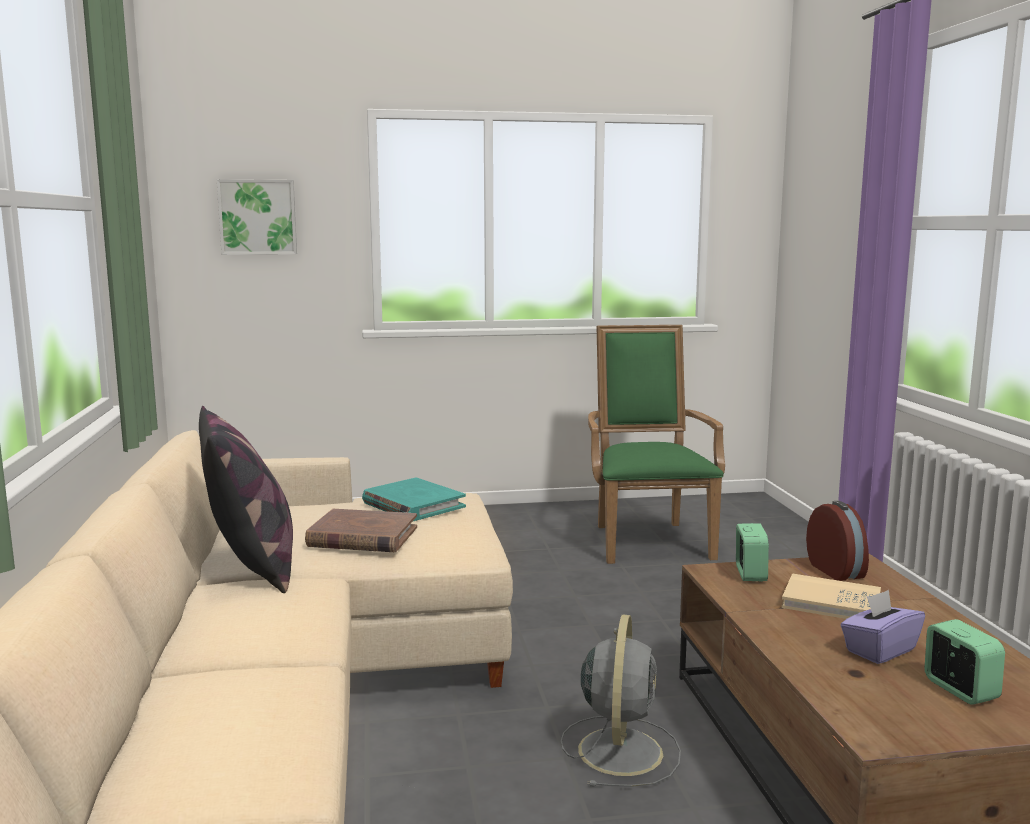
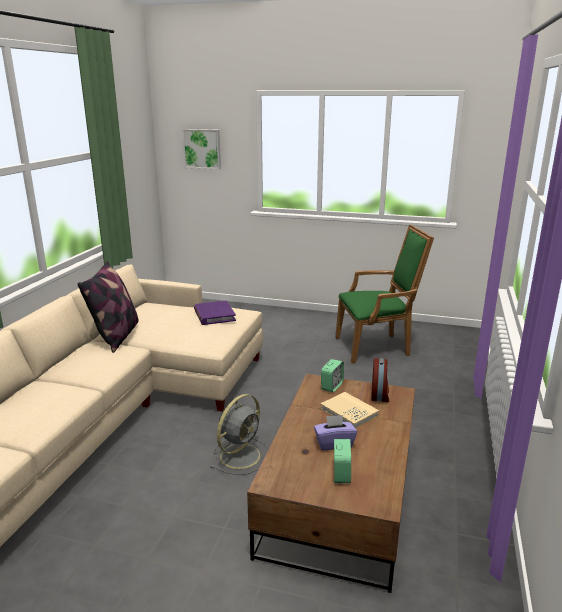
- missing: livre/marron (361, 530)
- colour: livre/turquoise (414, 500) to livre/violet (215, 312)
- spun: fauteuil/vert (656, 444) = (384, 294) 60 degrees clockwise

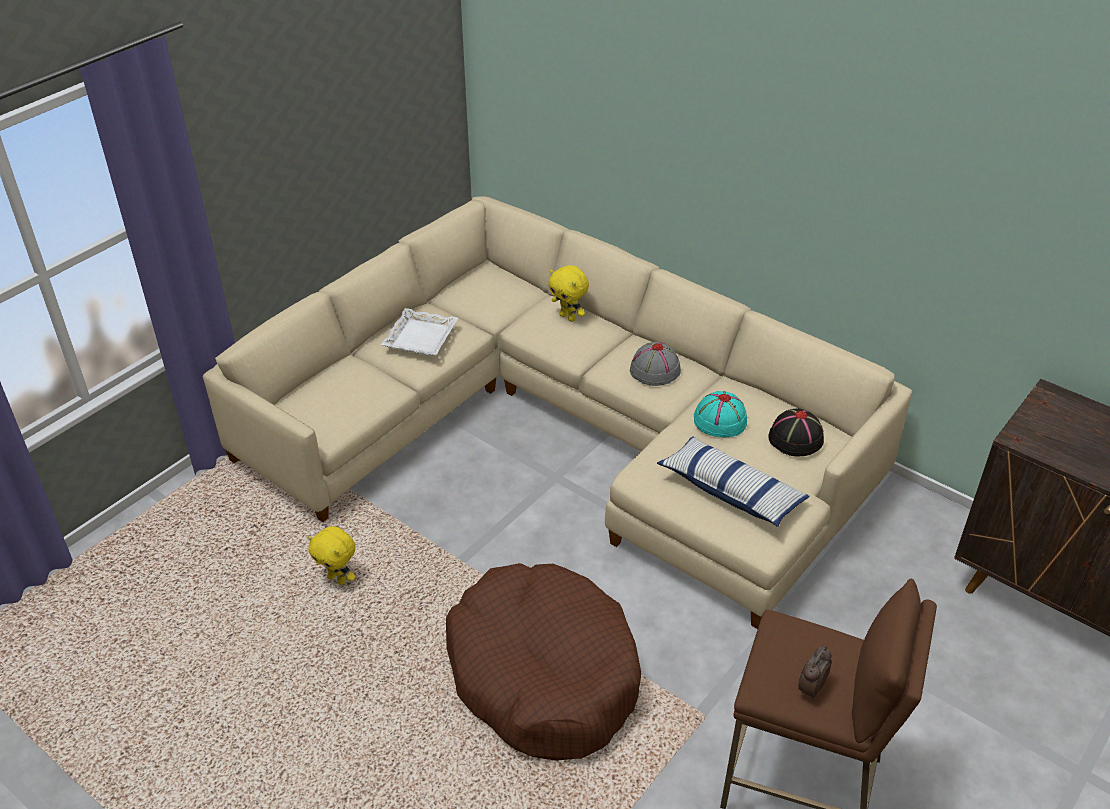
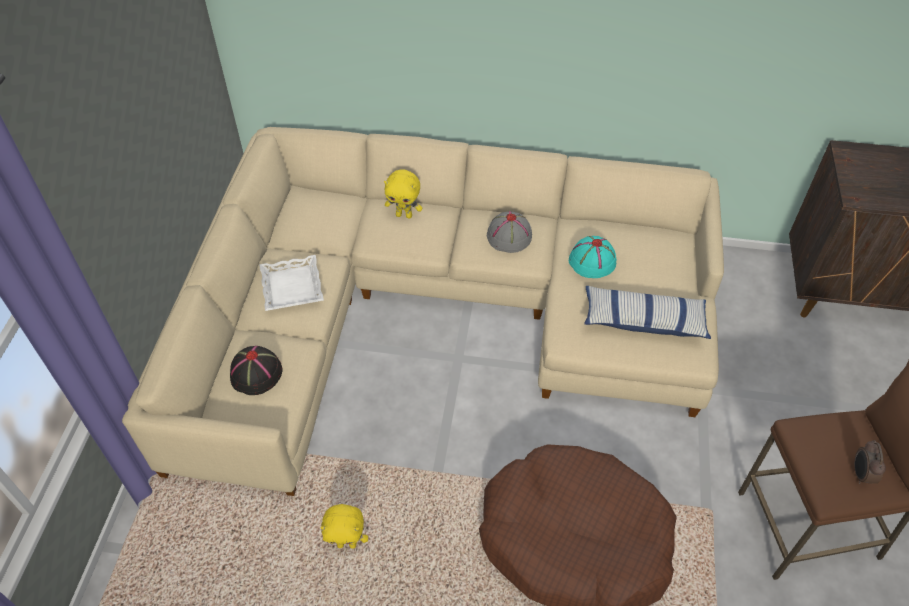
- relocated: chapeau/noir (796, 432) to (256, 370)

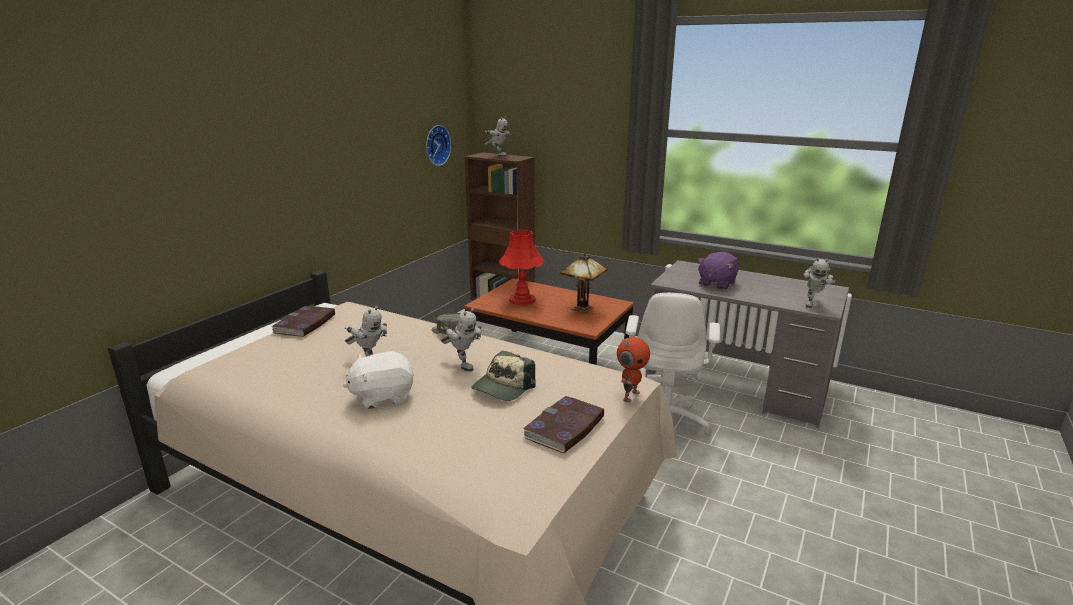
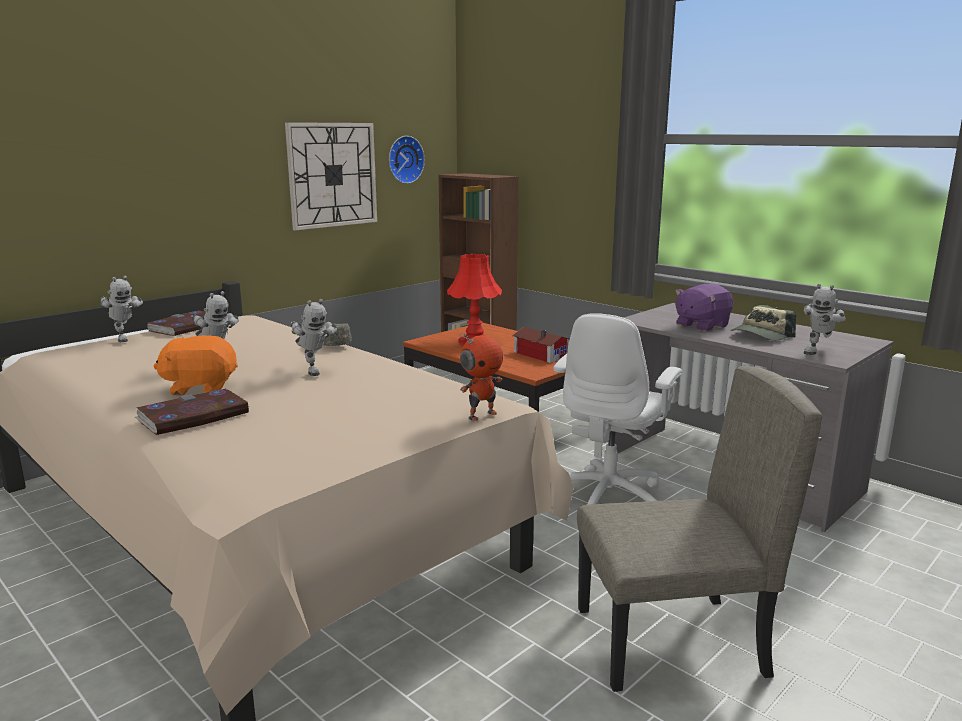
- appeared: horloge murale (331, 176)
- appeared: chaise/beige (699, 529)
- relocated: casquette (503, 376) to (763, 323)
- relocated: robot jouet (496, 136) to (121, 309)
- relocated: livre (563, 425) to (192, 412)
- exchanged: lampe de table (584, 283) to maison miniature (541, 345)
- colour: peluche/blanc (378, 380) to peluche/orange (195, 365)

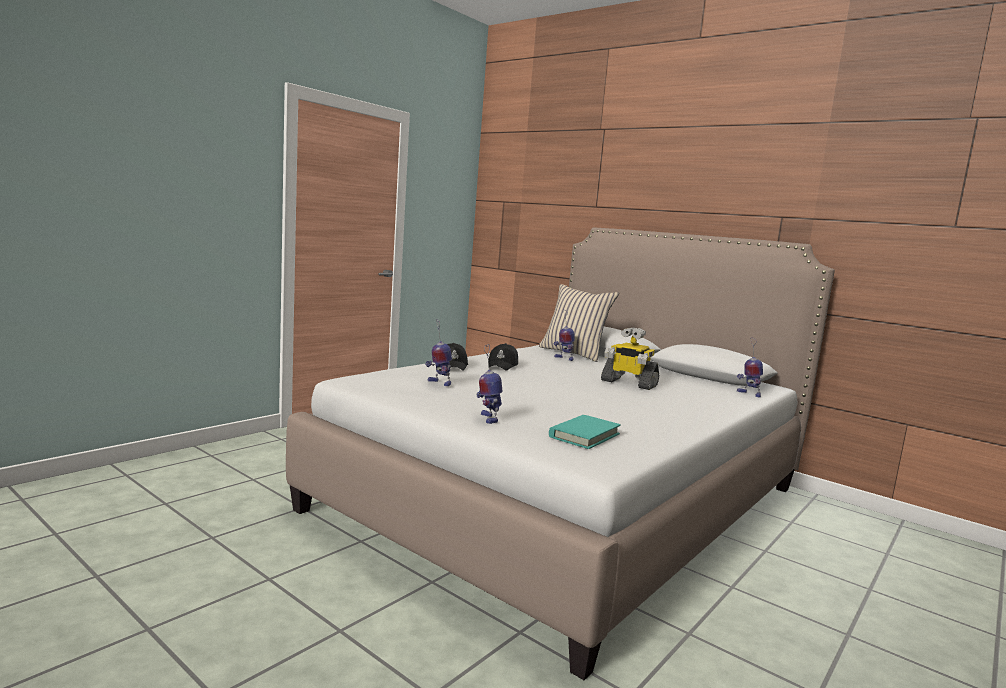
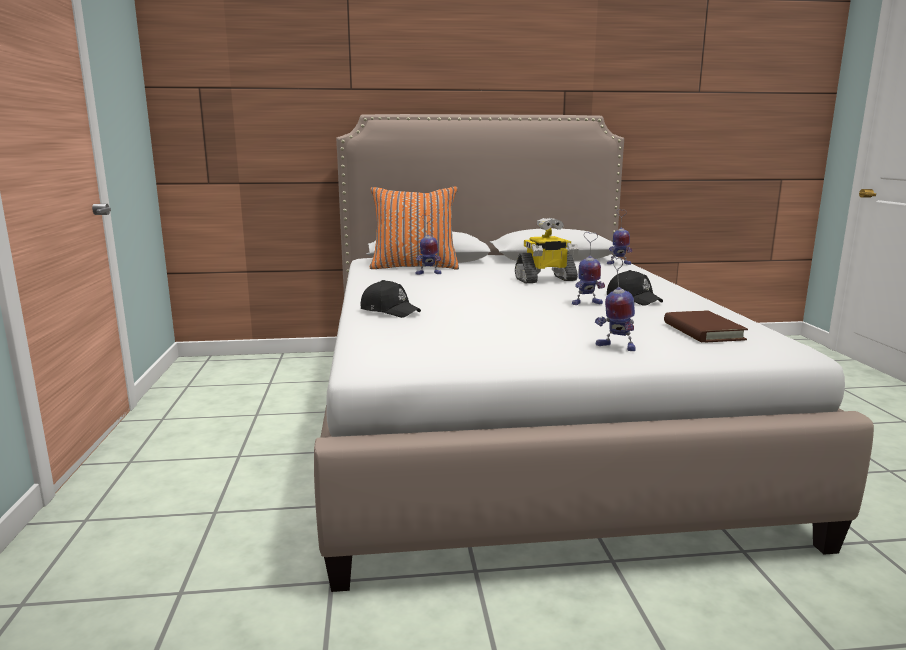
- relocated: robot jouet (438, 353) to (588, 268)
- relocated: casquette/noir (503, 356) to (635, 287)
- colour: coussin/beige (579, 323) to coussin/orange (414, 228)
- colour: livre/turquoise (585, 432) to livre/marron (706, 326)

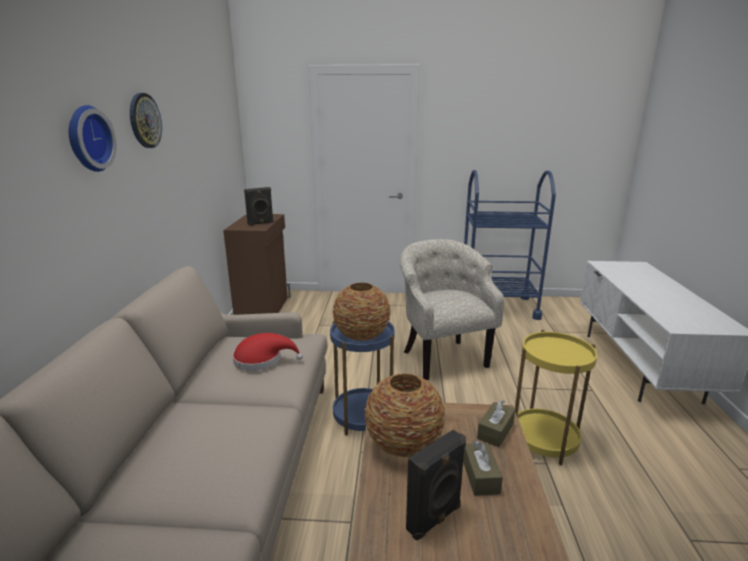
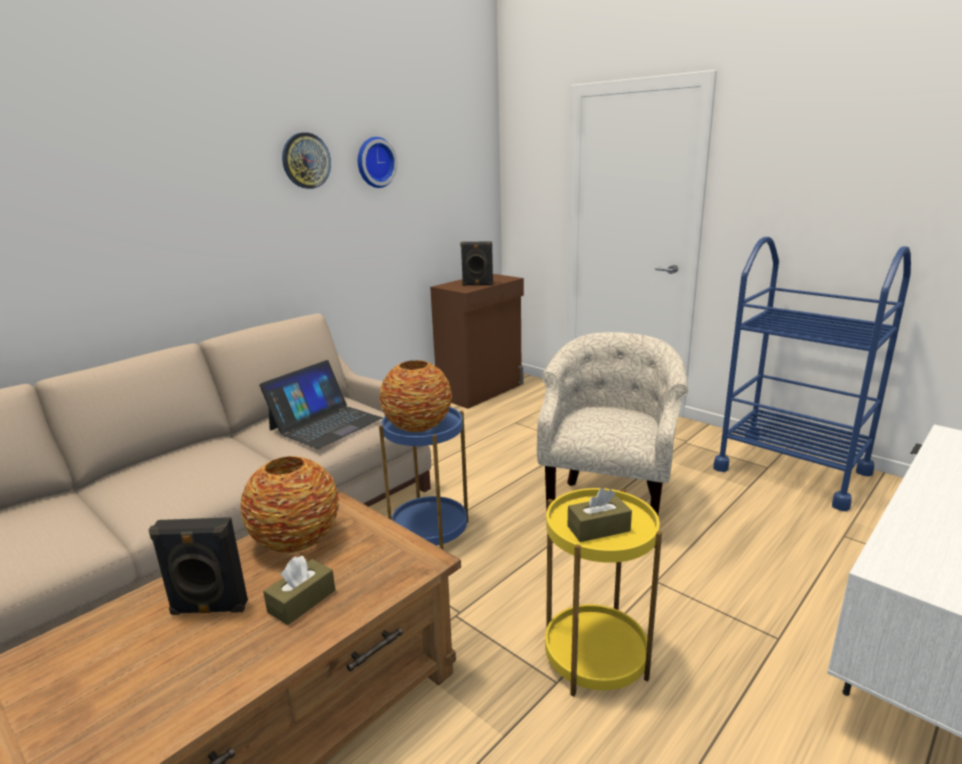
- relocated: horloge murale (93, 138) to (378, 162)
- relocated: boîte à mouchoirs/marron (496, 423) to (600, 515)
- exchanged: chapeau/rouge (268, 352) to ordinateur portable (321, 404)

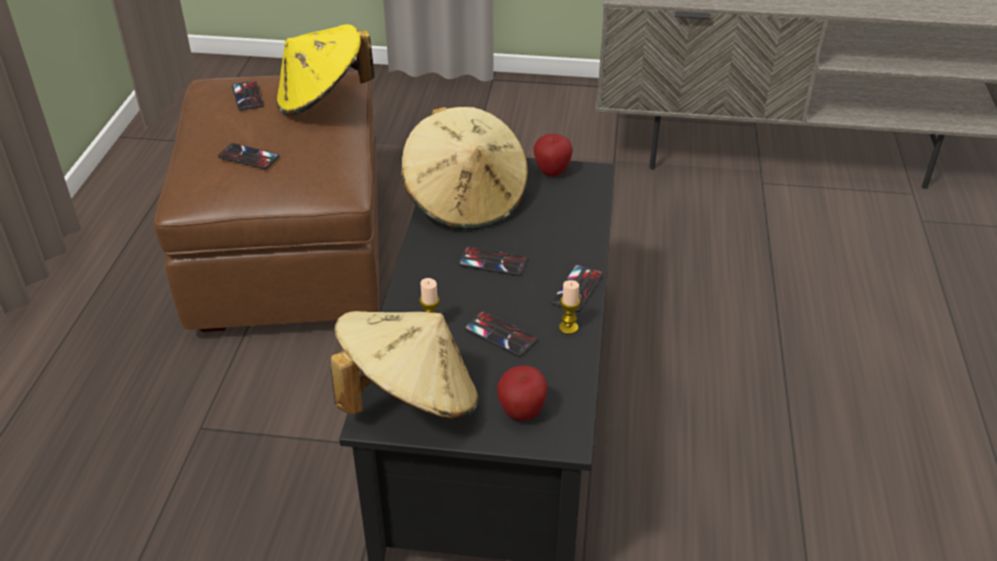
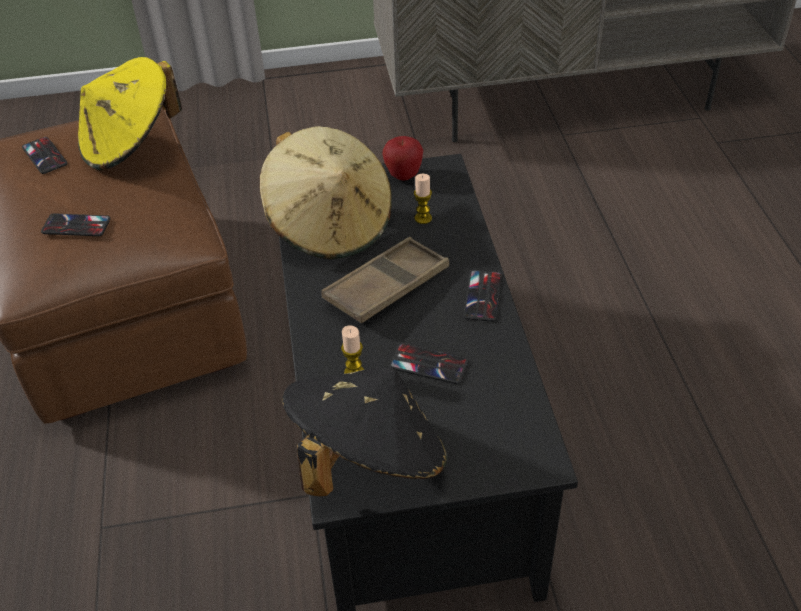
- missing: pomme (522, 393)
- relocated: bougie (569, 307) to (423, 199)
- exchanged: téléphone (493, 261) to plateau/marron (385, 280)
- colour: chapeau/beige (404, 365) to chapeau/noir (364, 431)

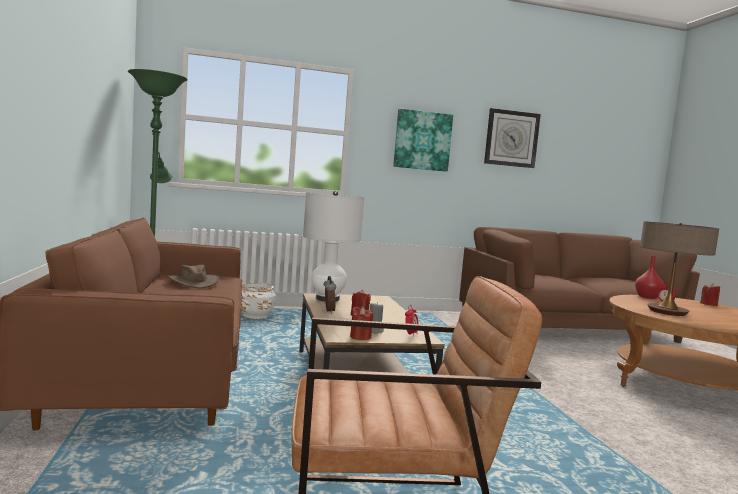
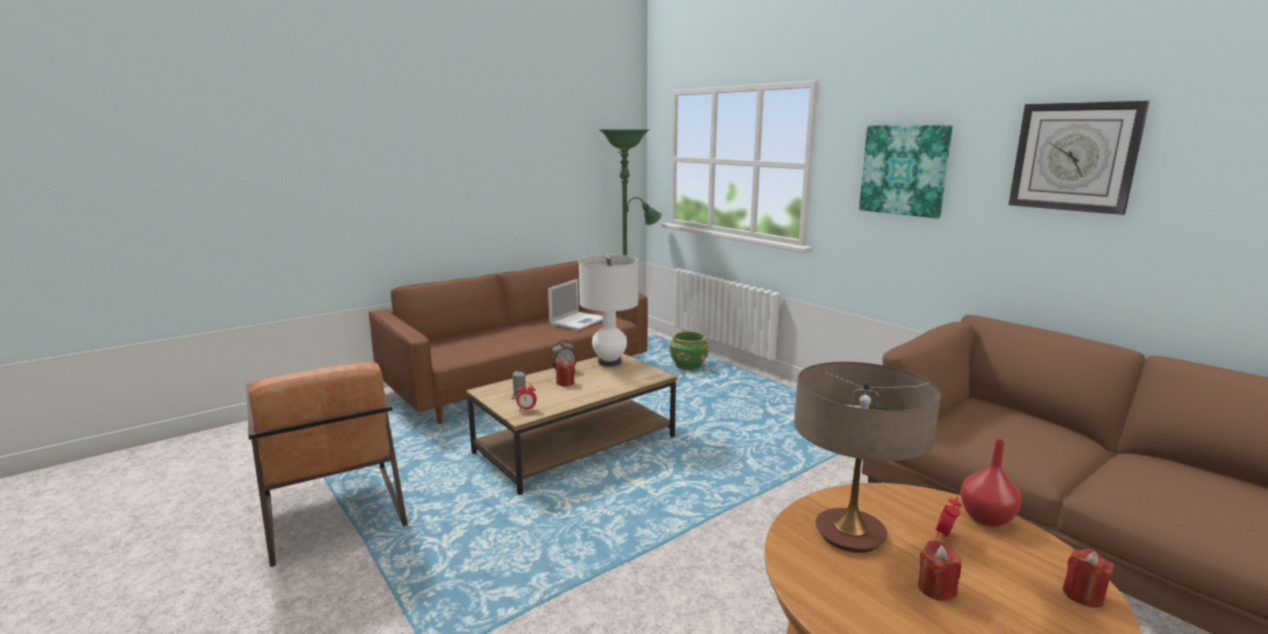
- relocated: bougie/rouge (361, 323) to (939, 570)
- exchanged: chapeau/marron (193, 276) to ordinateur portable (575, 304)
- colour: cache-pot/blanc (258, 301) to cache-pot/vert (688, 350)

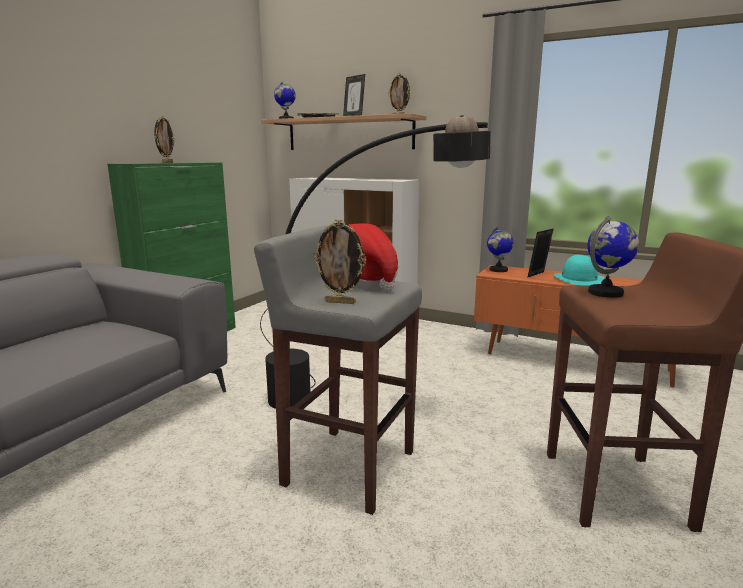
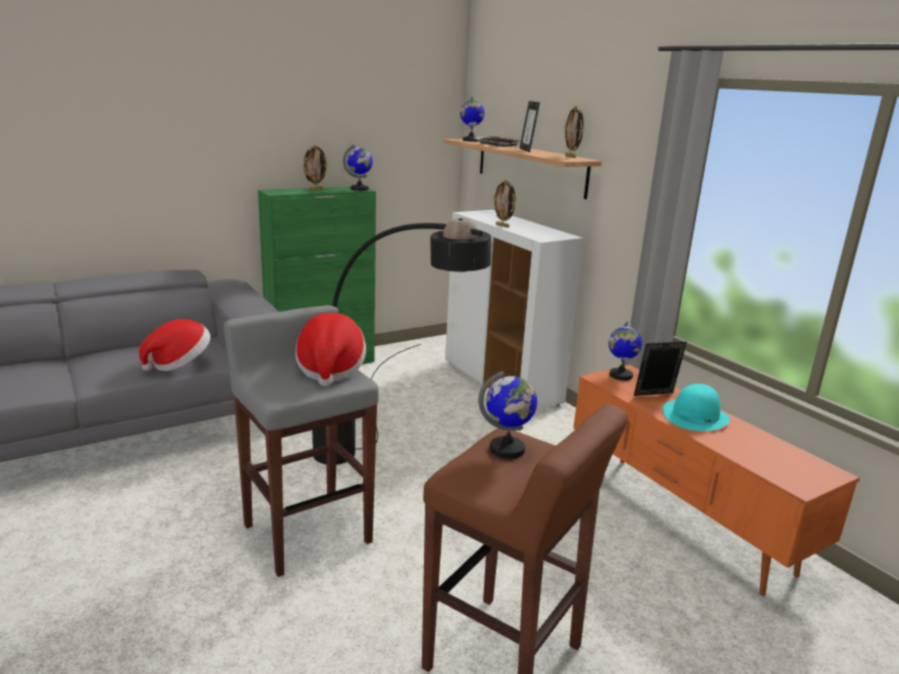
- appeared: chapeau (175, 345)
- appeared: globe (358, 167)
- relocated: cadre photo (339, 262) to (504, 203)

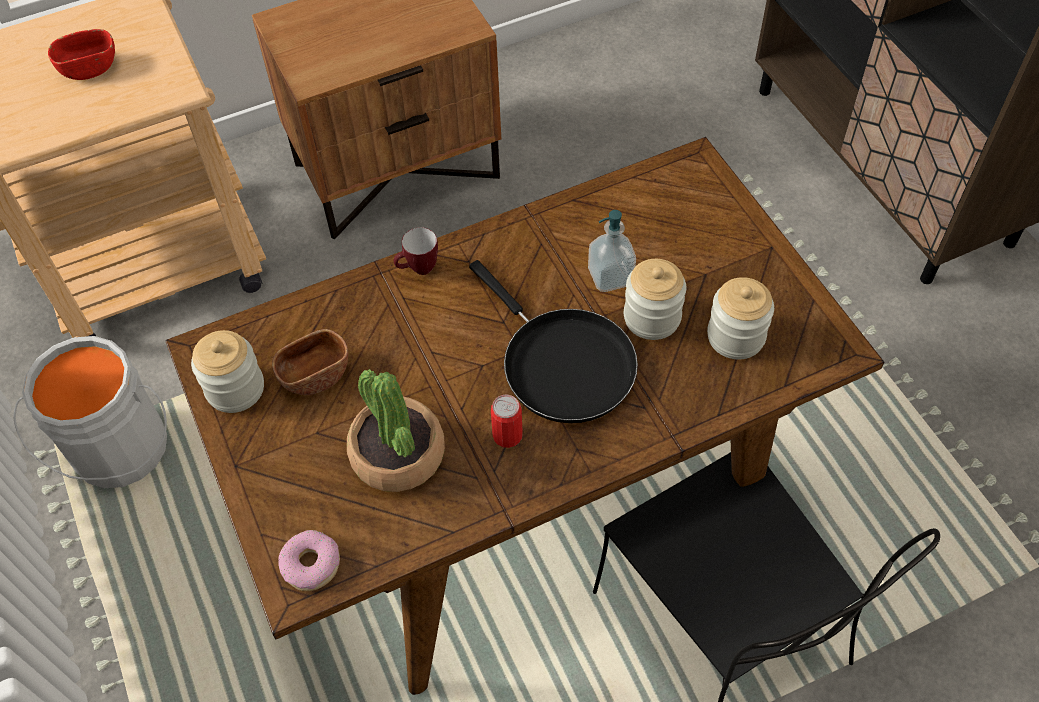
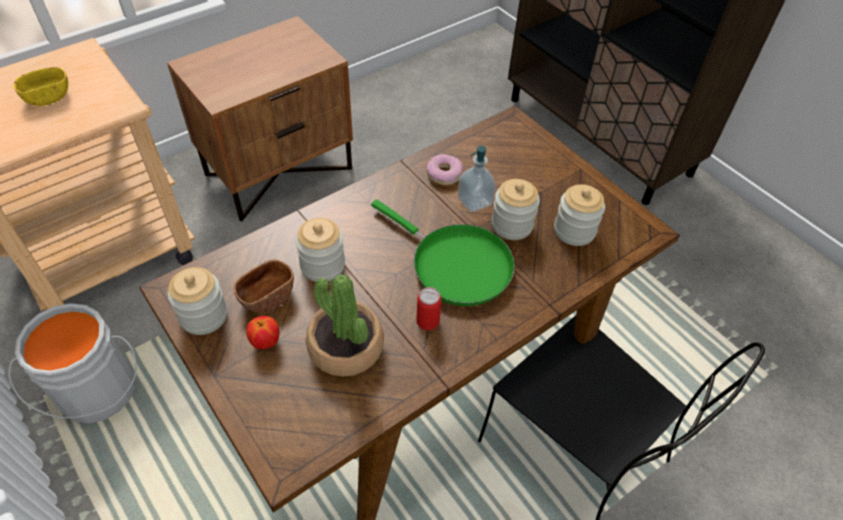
- missing: mug (416, 251)
- appeared: pomme (262, 332)
- appeared: bocal (320, 250)
- relocated: beignet (309, 560) to (445, 169)
- colour: bol/rouge (81, 54) to bol/jaune (40, 86)
- colour: poêle/noir (553, 341) to poêle/vert (443, 252)

